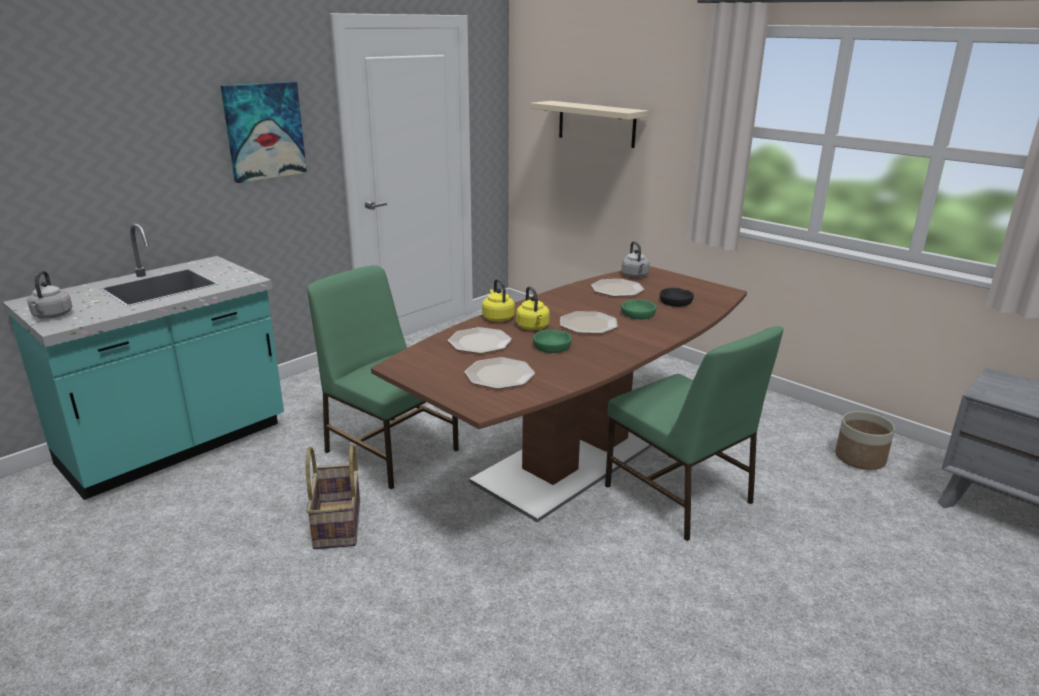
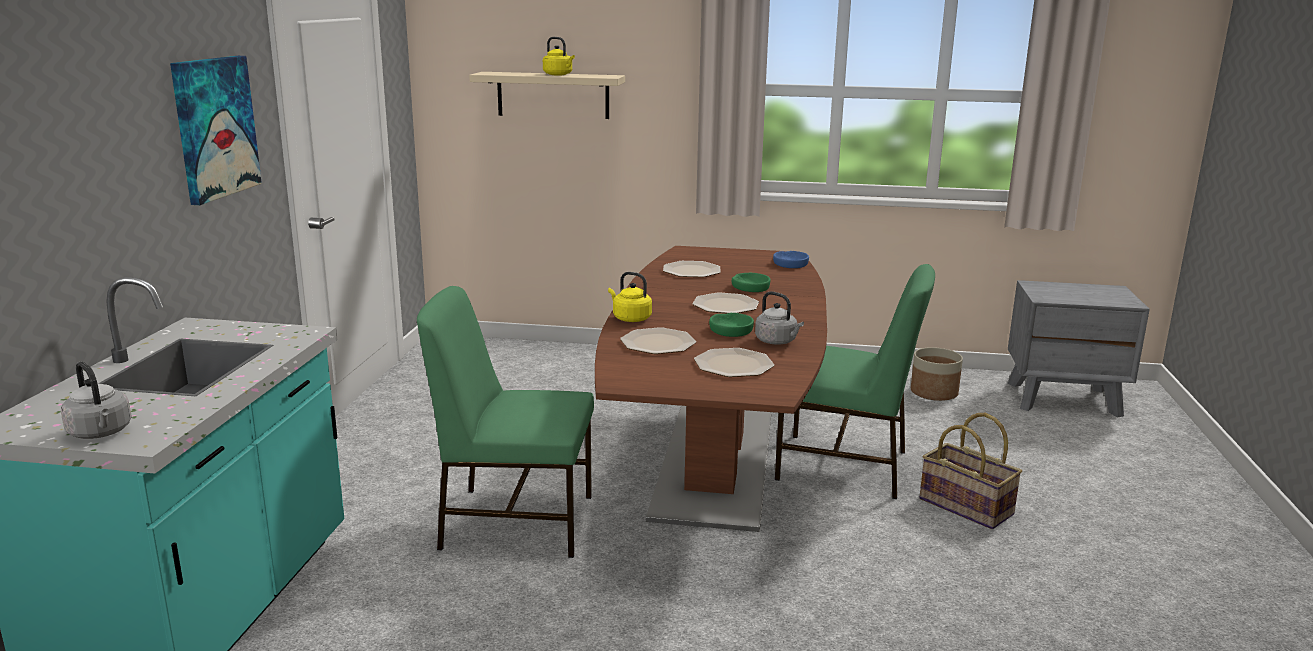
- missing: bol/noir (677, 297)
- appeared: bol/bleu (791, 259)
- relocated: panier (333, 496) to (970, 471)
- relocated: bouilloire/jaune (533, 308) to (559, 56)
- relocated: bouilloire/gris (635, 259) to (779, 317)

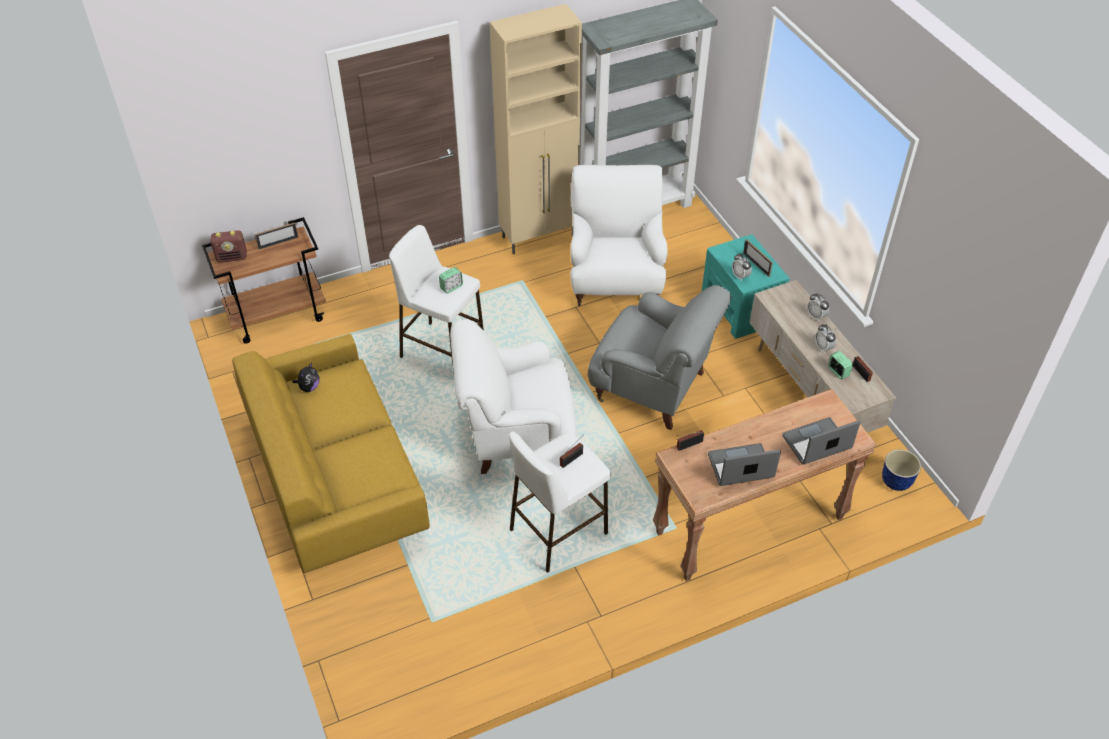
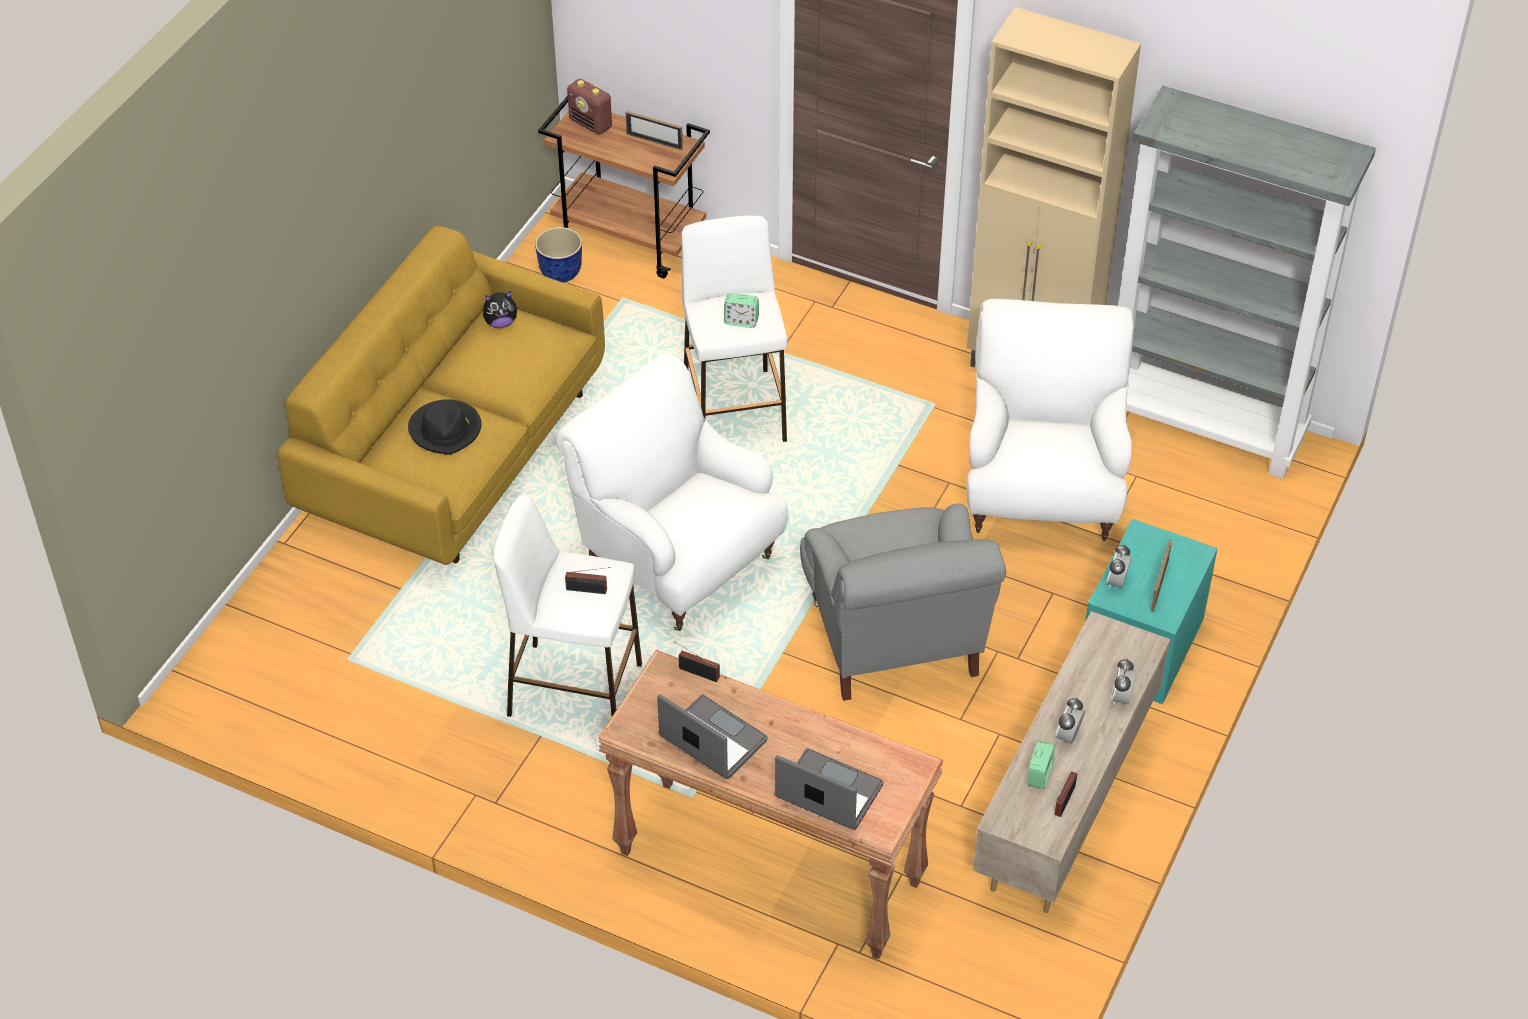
- appeared: chapeau/noir (444, 427)
- relocated: cache-pot (901, 470) to (558, 255)
- spun: fauteuil/blanc (618, 236) = (1050, 420) 45 degrees counterclockwise

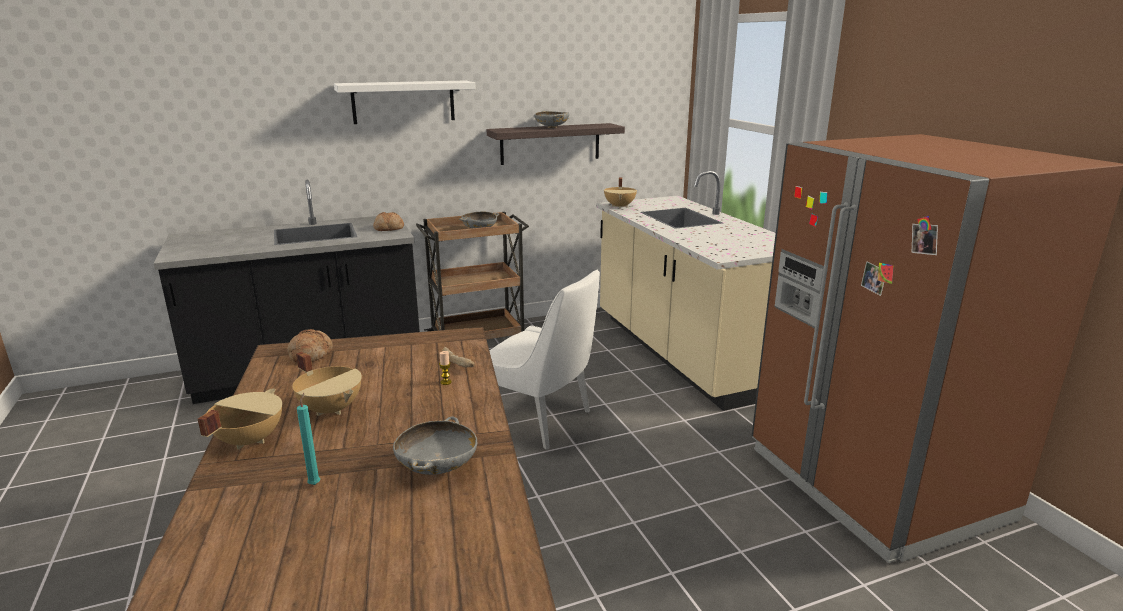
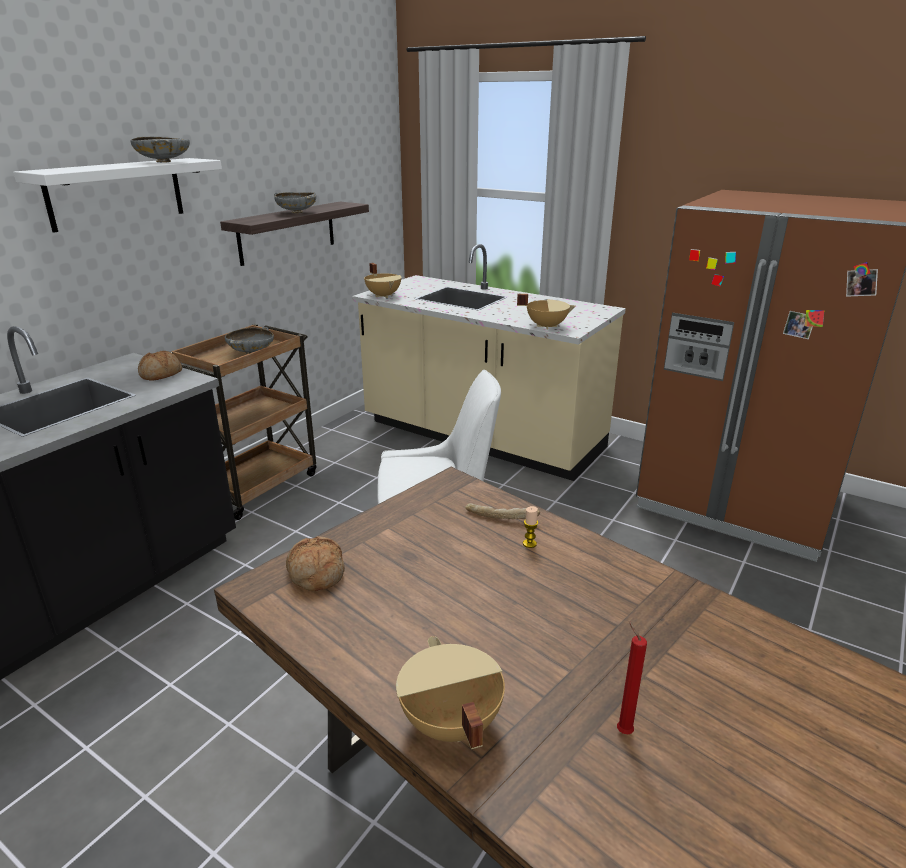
- relocated: marmite/beige (327, 384) to (546, 312)
- relocated: bol/gris (435, 446) to (160, 150)
- colour: bougie/turquoise (308, 439) to bougie/rouge (632, 677)

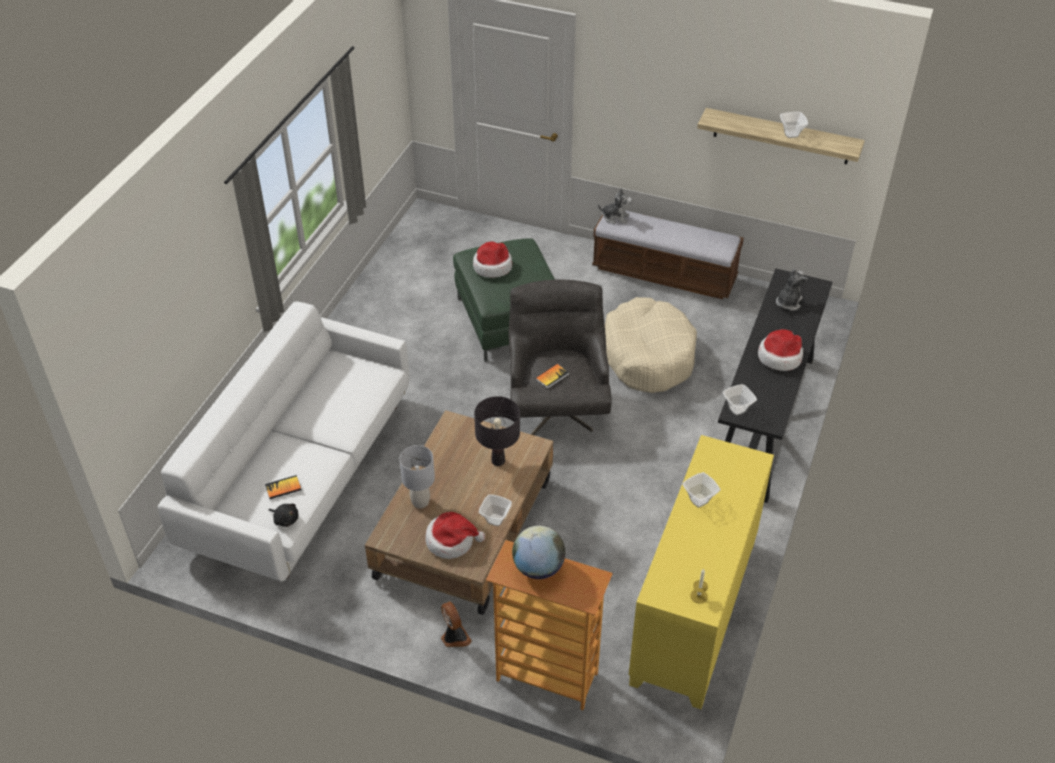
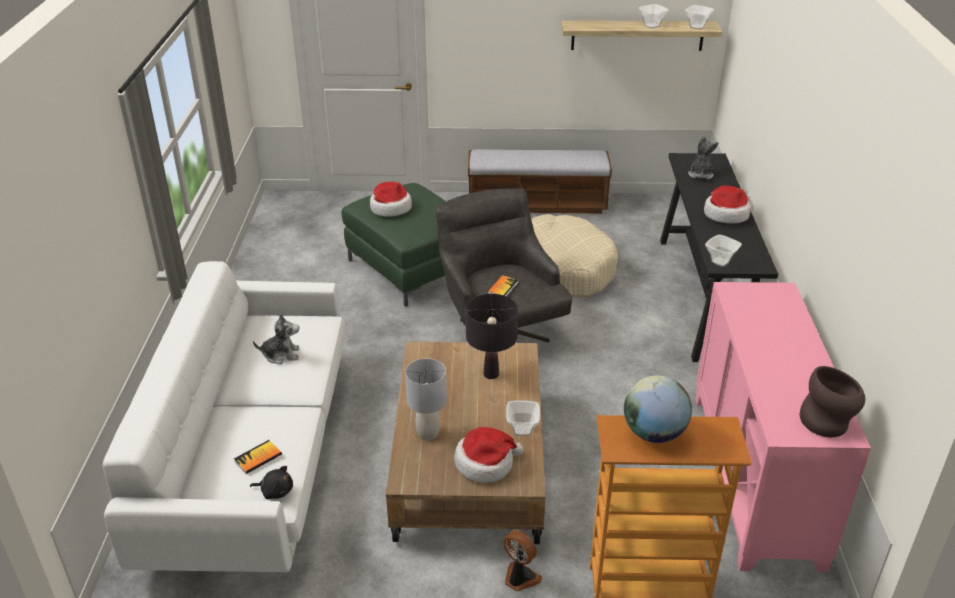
- relocated: peluche (615, 206) to (276, 339)
- relocated: bol (701, 490) to (699, 17)
- exchanged: bougie (699, 586) to vase/marron (832, 401)
- colour: meuble de rangement/jaune (701, 572) to meuble de rangement/rose (783, 427)

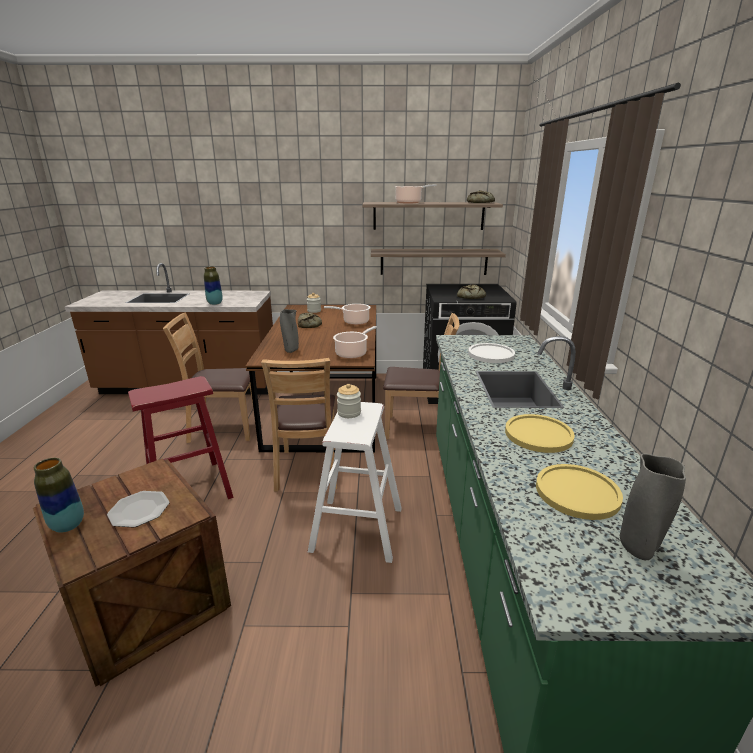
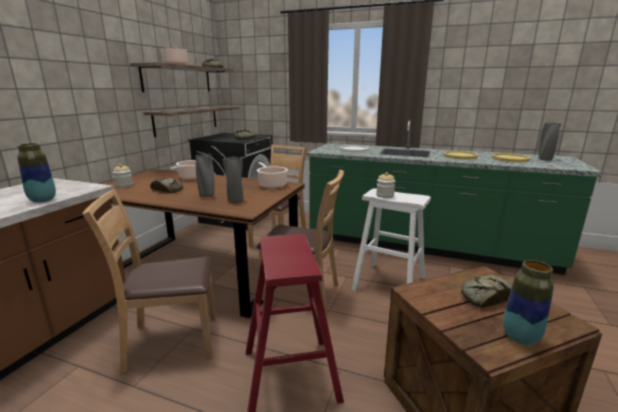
- appeared: vase/gris (204, 175)
- exchanged: assiette (138, 509) to pain (486, 291)
- spun: chaise/marron (209, 377) = (149, 281) 60 degrees clockwise

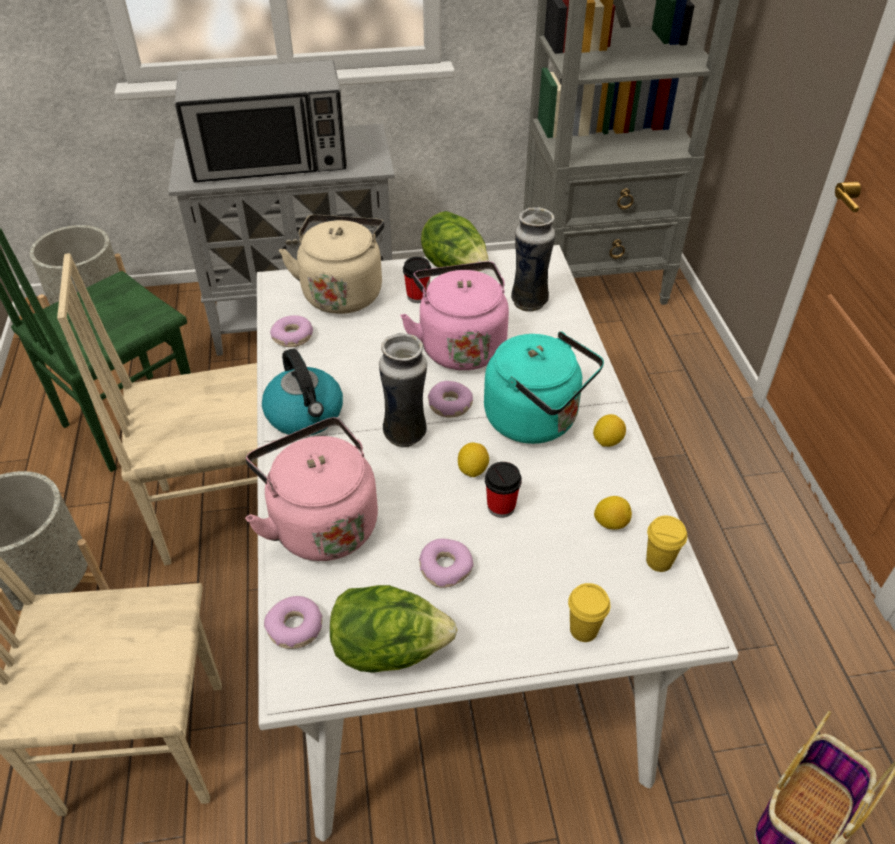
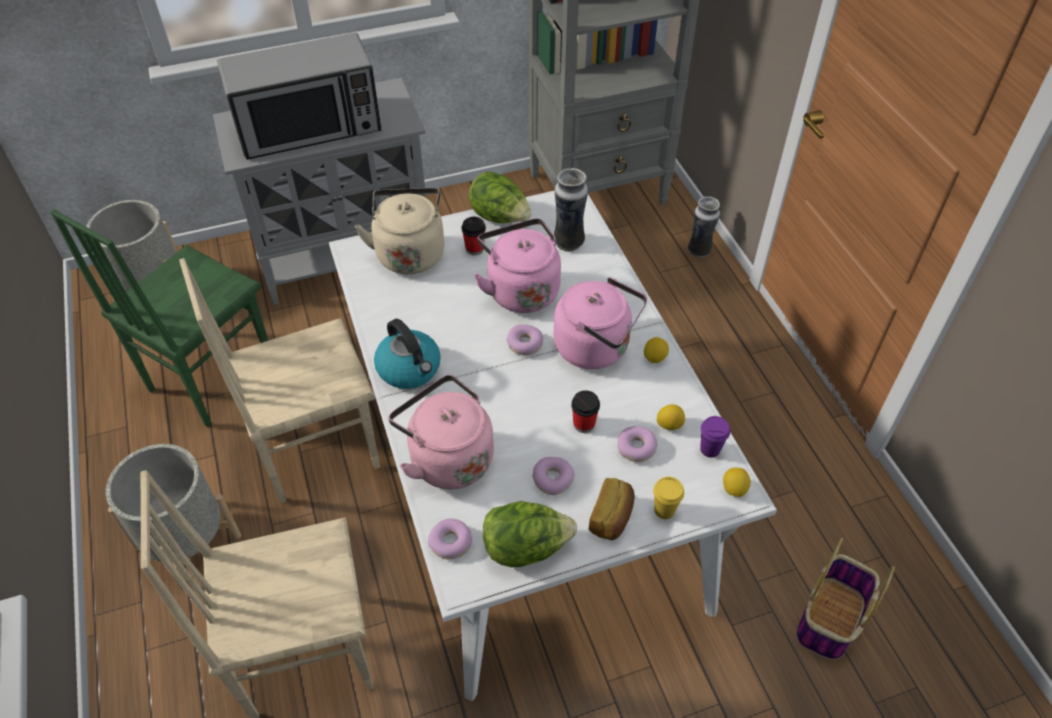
- appeared: pain (612, 509)
- relocated: beignet (291, 331) to (638, 444)
- relocated: vase (403, 390) to (704, 227)
- relocated: citron (473, 460) to (737, 482)
- colour: bouilloire/turquoise (544, 387) to bouilloire/rose (600, 323)
- colour: tasse/jaune (666, 544) to tasse/violet (715, 437)

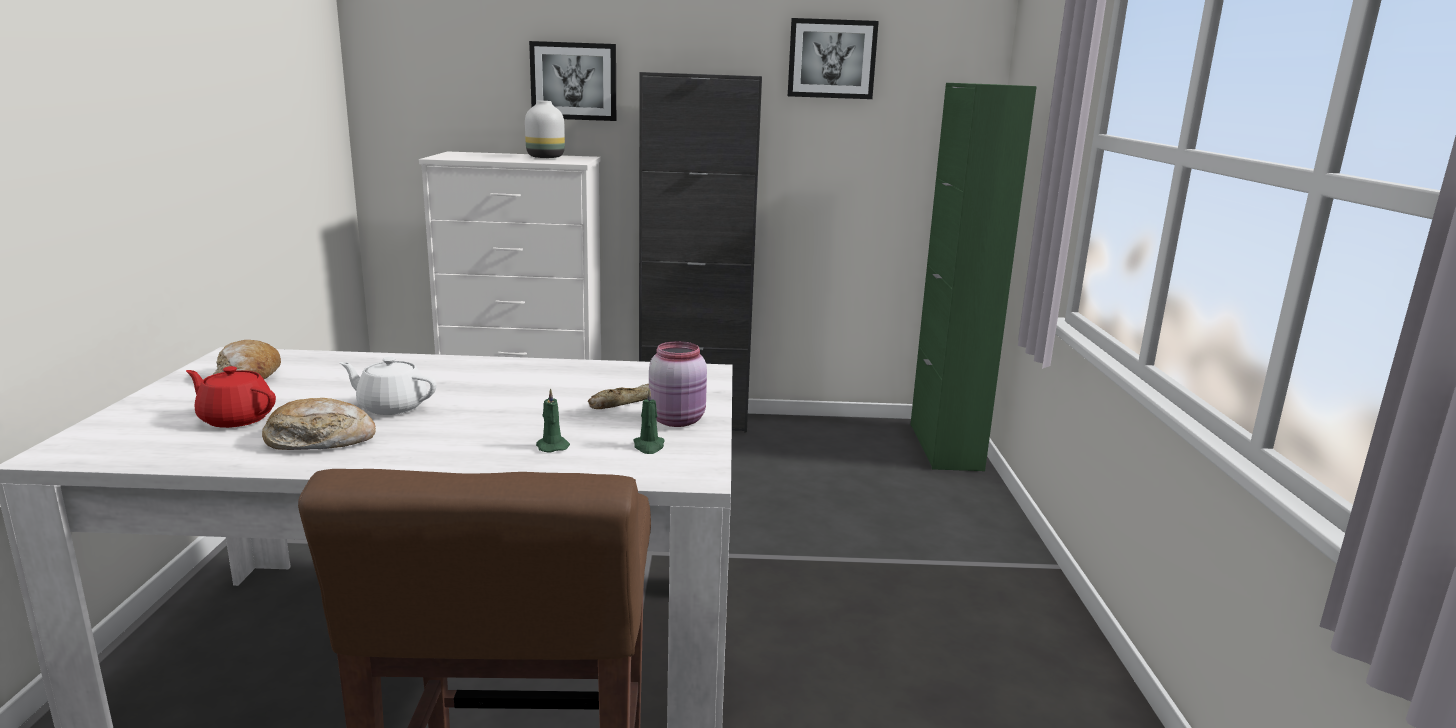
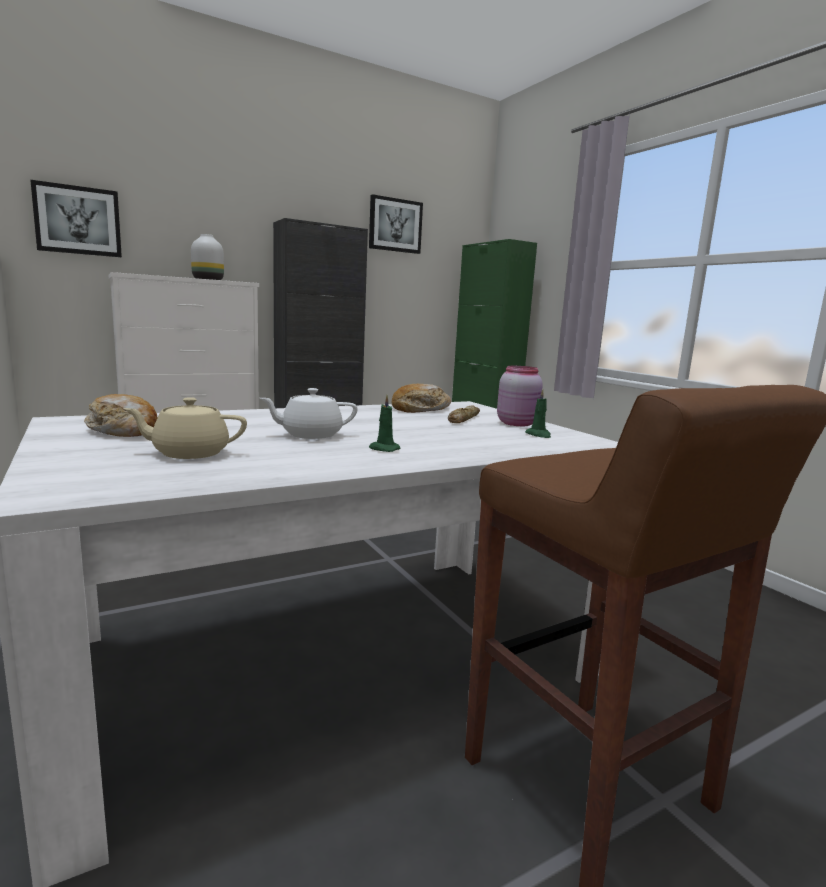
- relocated: pain (319, 424) to (421, 398)
- relocated: tableau (572, 81) to (76, 218)
- relocated: bougie/vert (553, 420) to (384, 423)
- colour: théière/rouge (231, 397) to théière/beige (185, 428)

